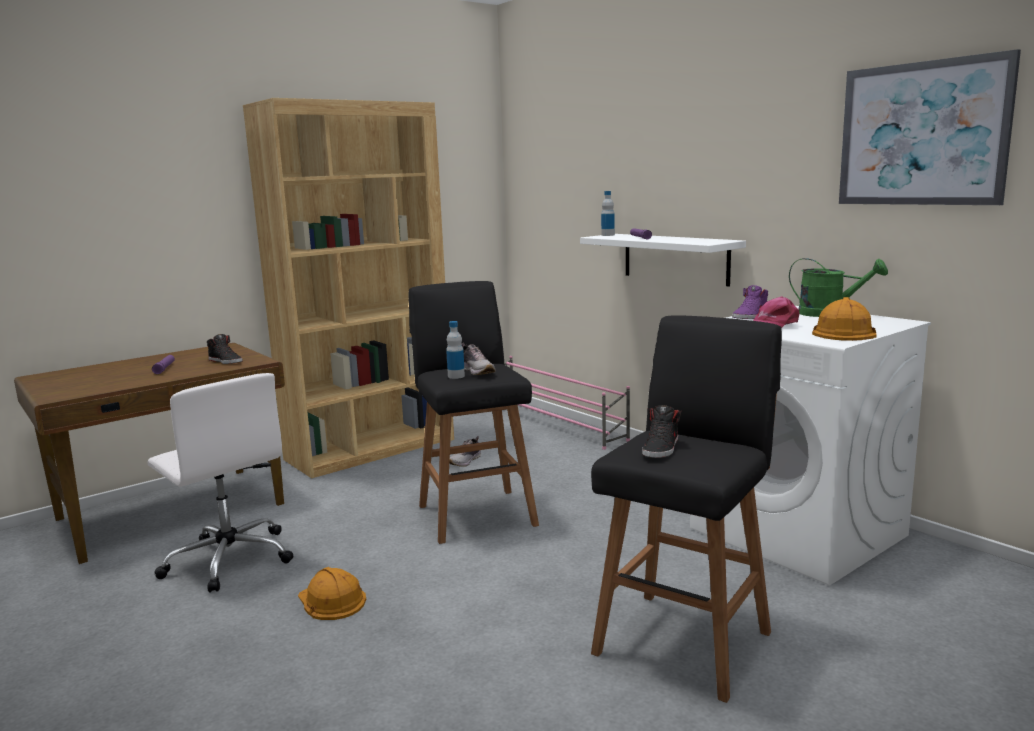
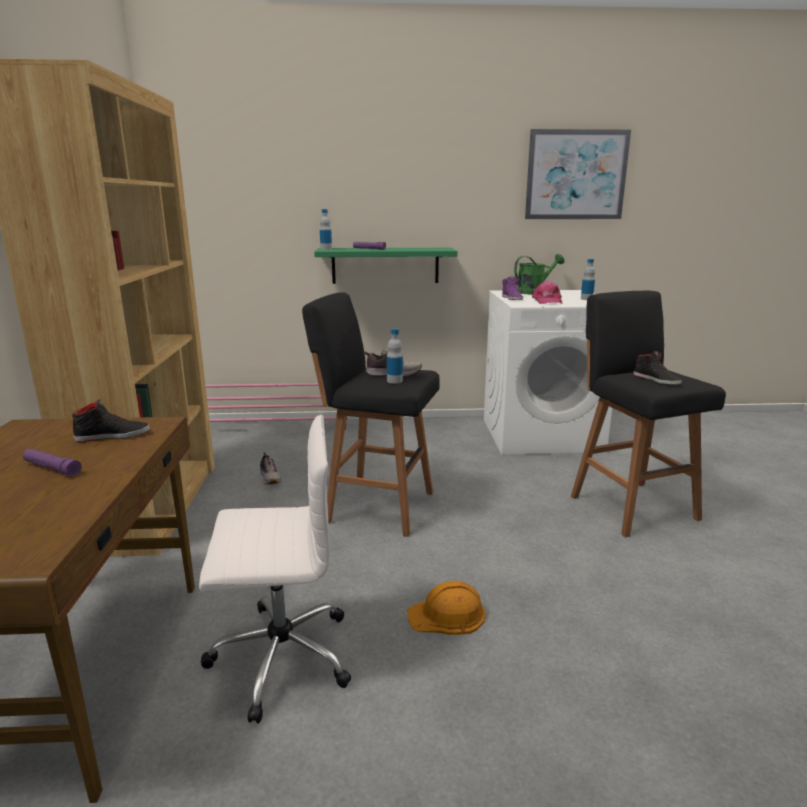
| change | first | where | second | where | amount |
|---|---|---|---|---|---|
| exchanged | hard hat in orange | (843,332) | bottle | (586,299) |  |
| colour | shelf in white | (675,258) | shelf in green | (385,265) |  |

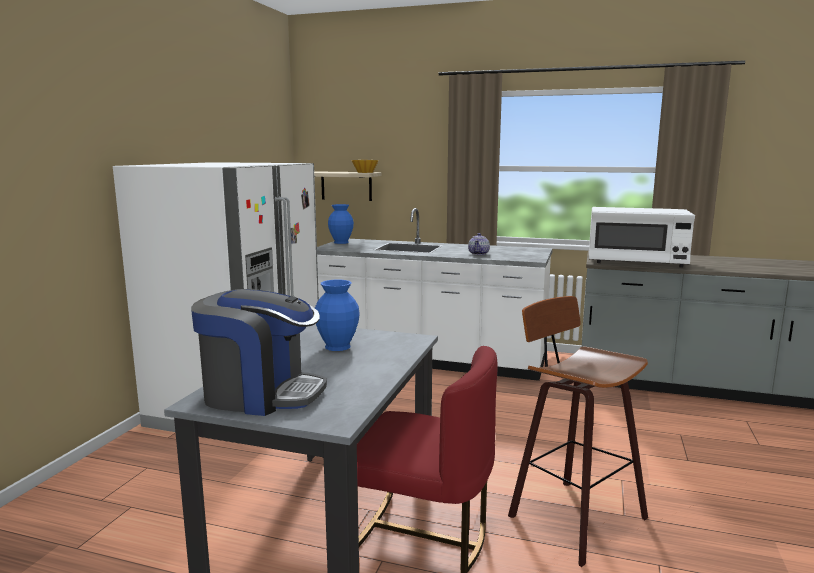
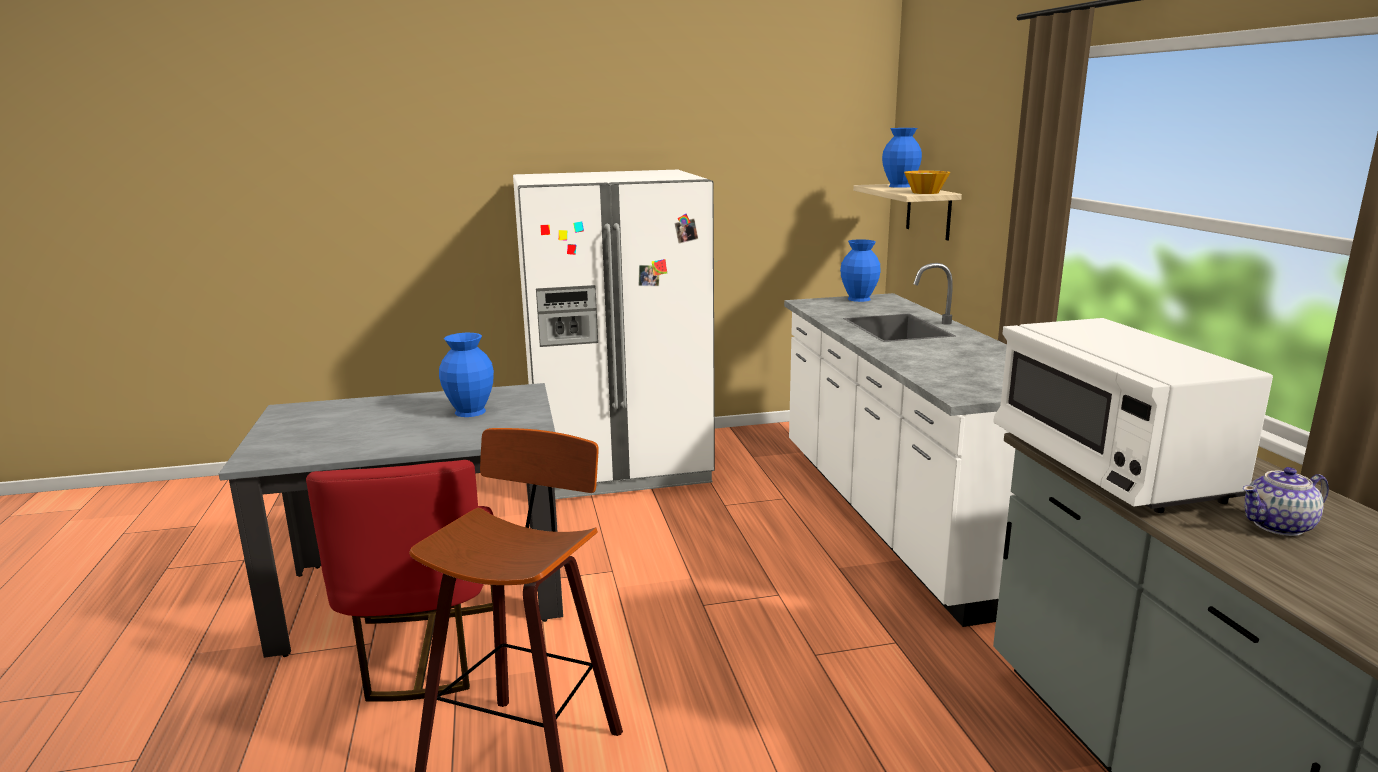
| change | first | where | second | where | amount |
|---|---|---|---|---|---|
| missing | coffee machine | (261,394) |  |  |  |
| appeared |  |  | vase in blue | (900,186) |  |
| relocated | teapot | (479,253) |  | (1279,526) |  |

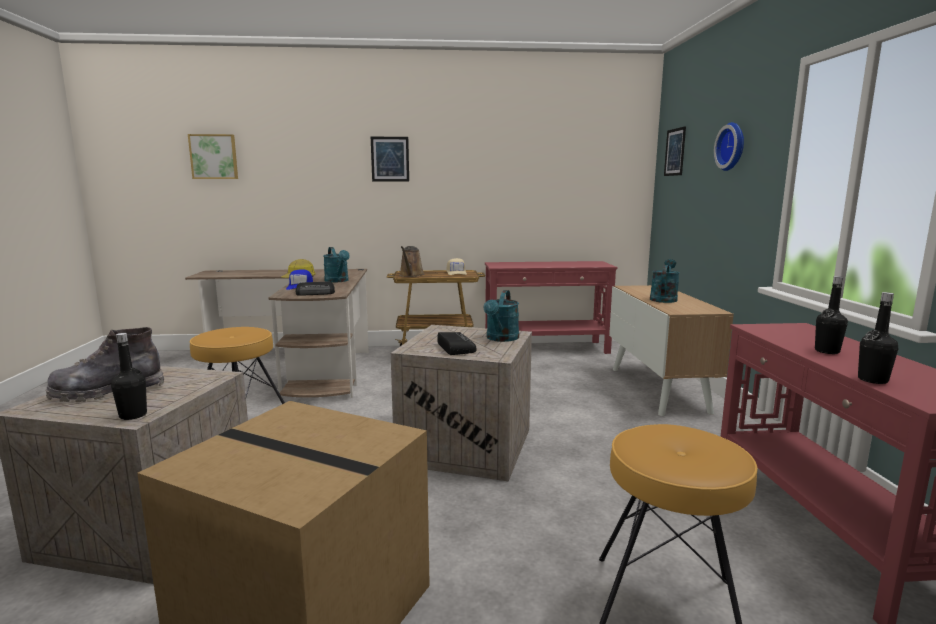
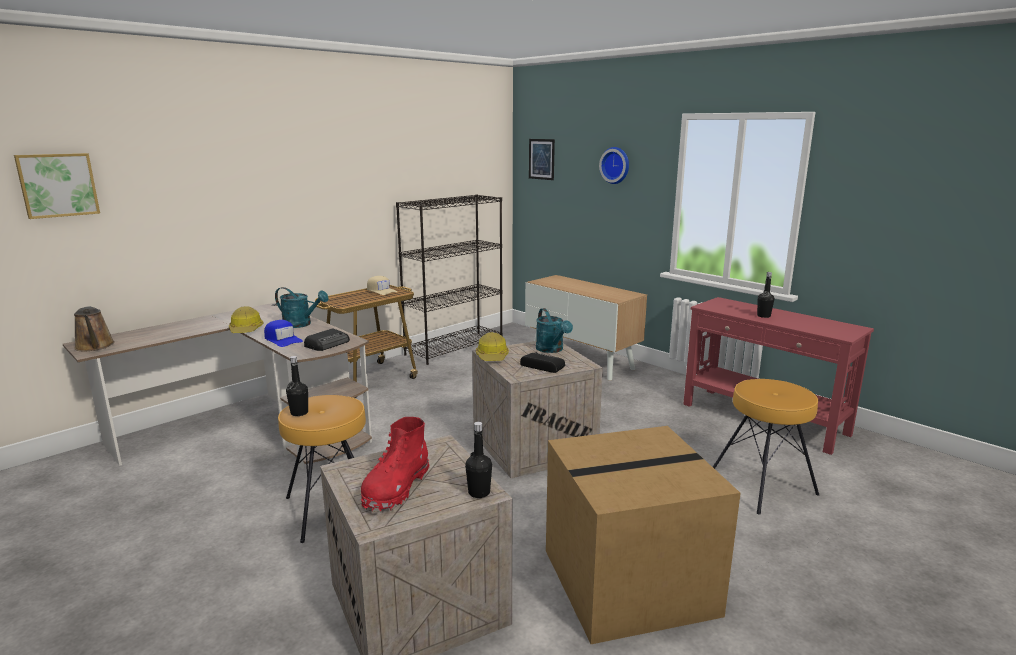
| change | first | where | second | where | amount |
|---|---|---|---|---|---|
| missing | picture | (390,159) |  |  |  |
| missing | watering can in turquoise | (663,298) |  |  |  |
| appeared |  |  | hard hat | (492,357) |  |
| relocated | watering can in brown | (411,275) |  | (95,346) |  |
| relocated | bottle in black | (872,380) |  | (299,413) |  |
| exchanged | console table in red | (546,349) | bookcase in black | (455,347) |  |
| colour | boot in grey | (108,392) | boot in red | (396,489) |  |

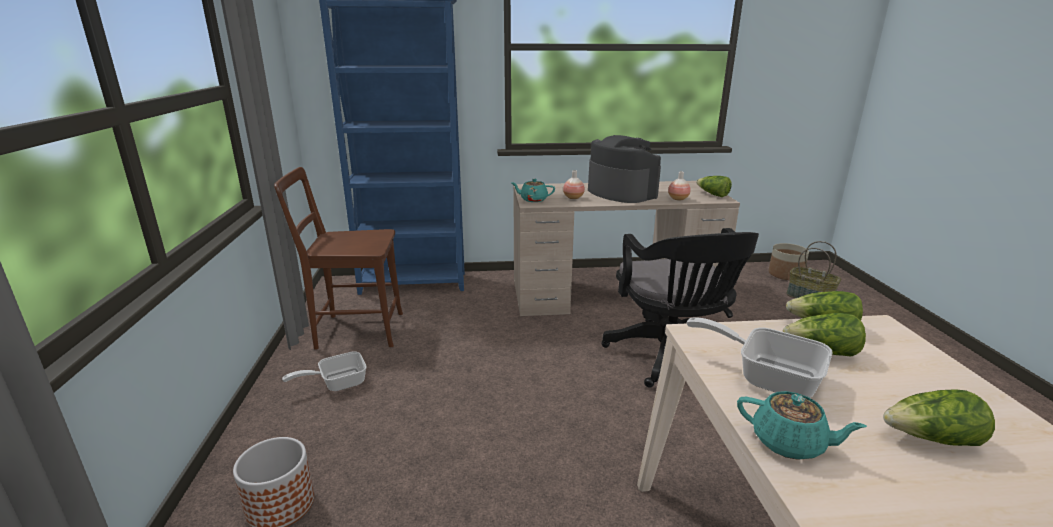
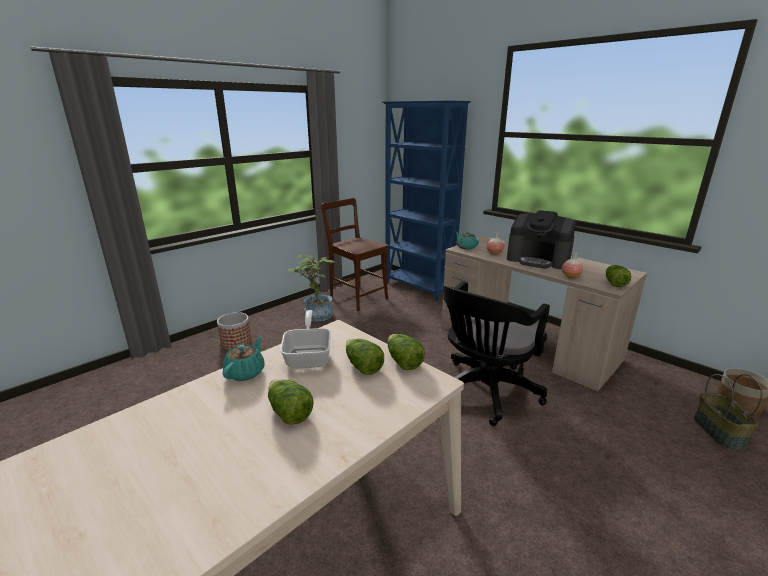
| change | first | where | second | where | amount |
|---|---|---|---|---|---|
| exchanged | frying pan | (337,383) | potted plant | (315,314) |  |
| spun | coffee machine | (620,192) |  | (538,260) | 105 degrees clockwise |
| spun | teapot in turquoise | (789,443) |  | (246,372) | 150 degrees counterclockwise |

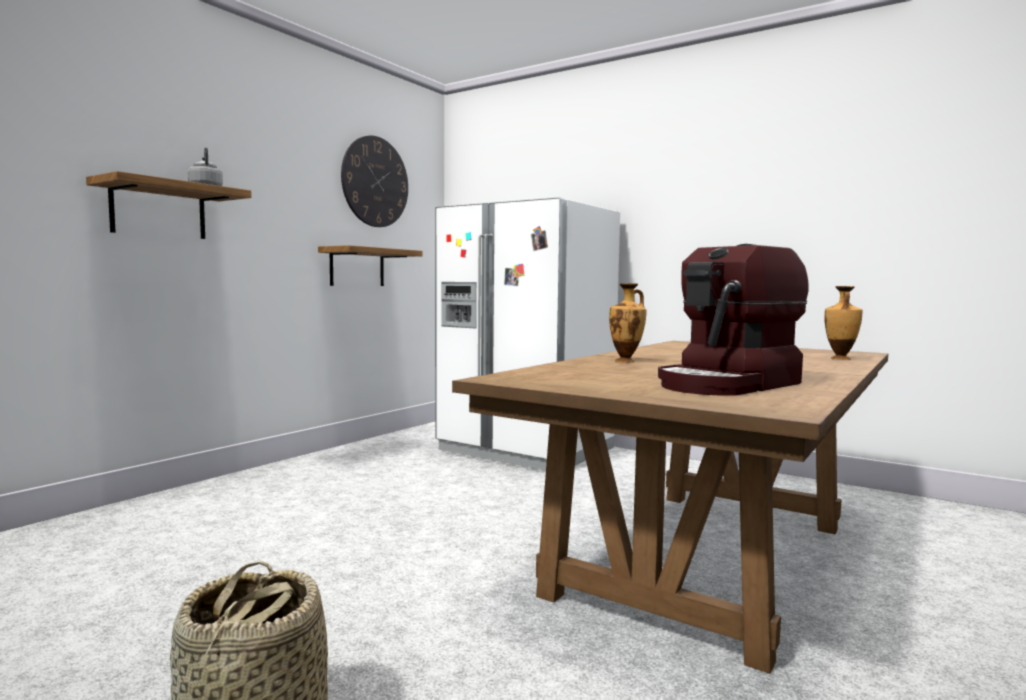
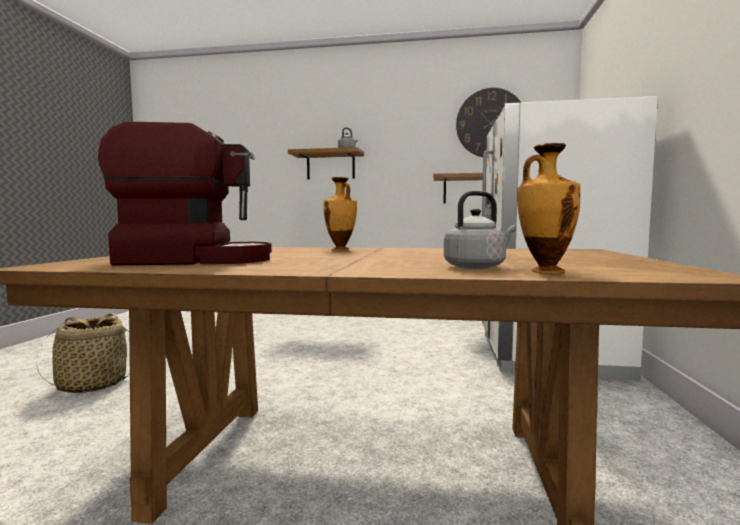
| change | first | where | second | where | amount |
|---|---|---|---|---|---|
| appeared |  |  | kettle in grey | (477,267) |  |
| spun | coffee machine | (729,384) |  | (196,260) | 150 degrees clockwise |

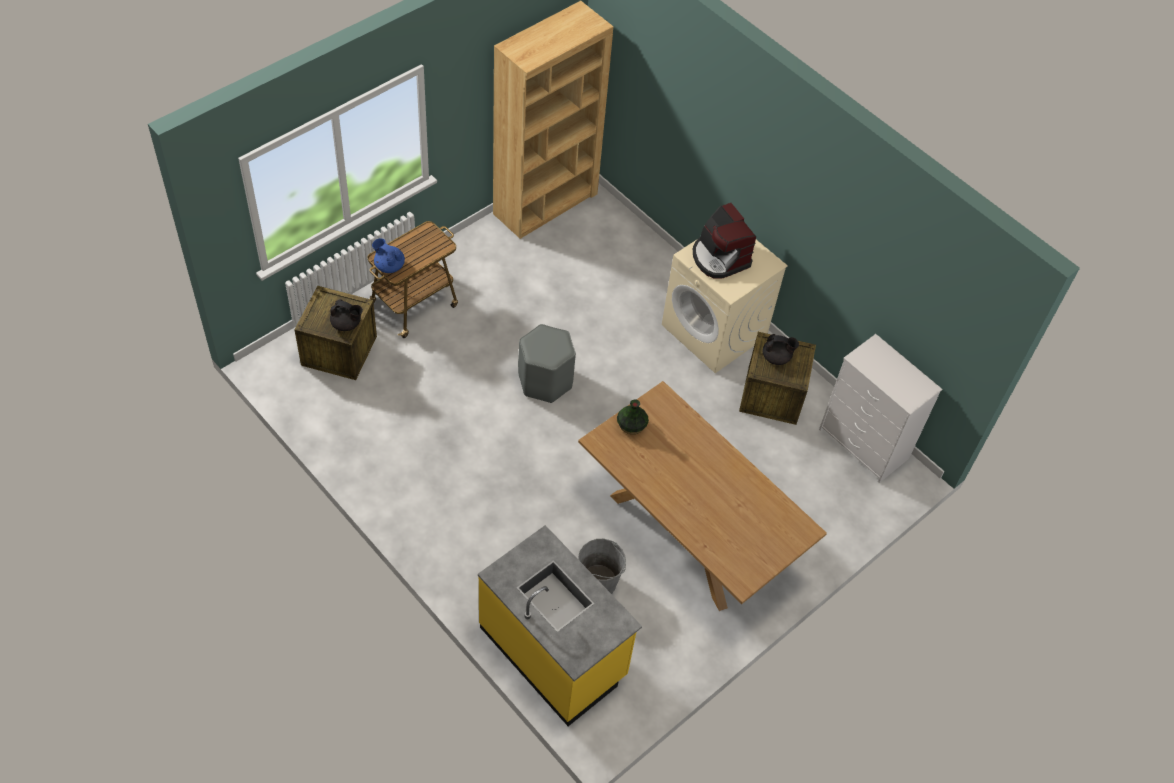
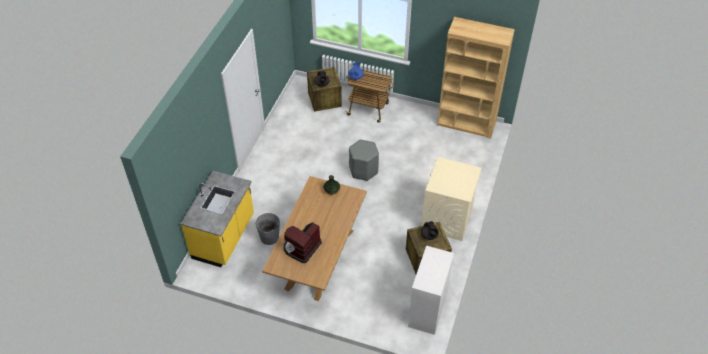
| change | first | where | second | where | amount |
|---|---|---|---|---|---|
| relocated | coffee machine | (719,258) |  | (301,248) |  |

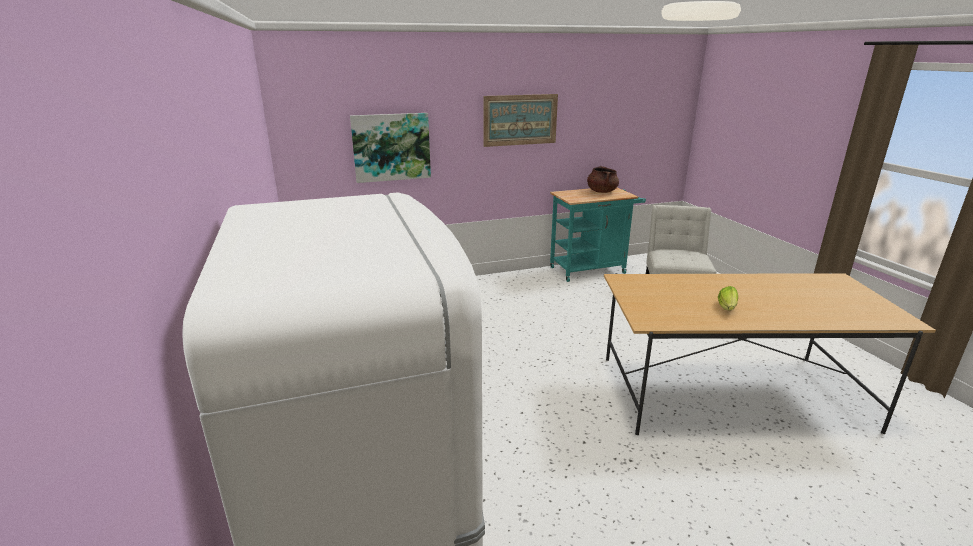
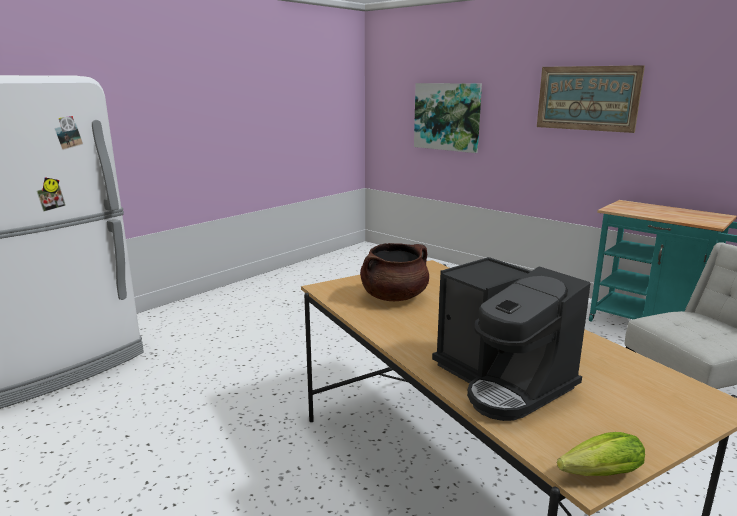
| change | first | where | second | where | amount |
|---|---|---|---|---|---|
| appeared |  |  | coffee machine | (502,381) |  |
| relocated | cooking pot in brown | (601,191) |  | (394,297) |  |
| relocated | lettuce | (727,308) |  | (596,475) |  |

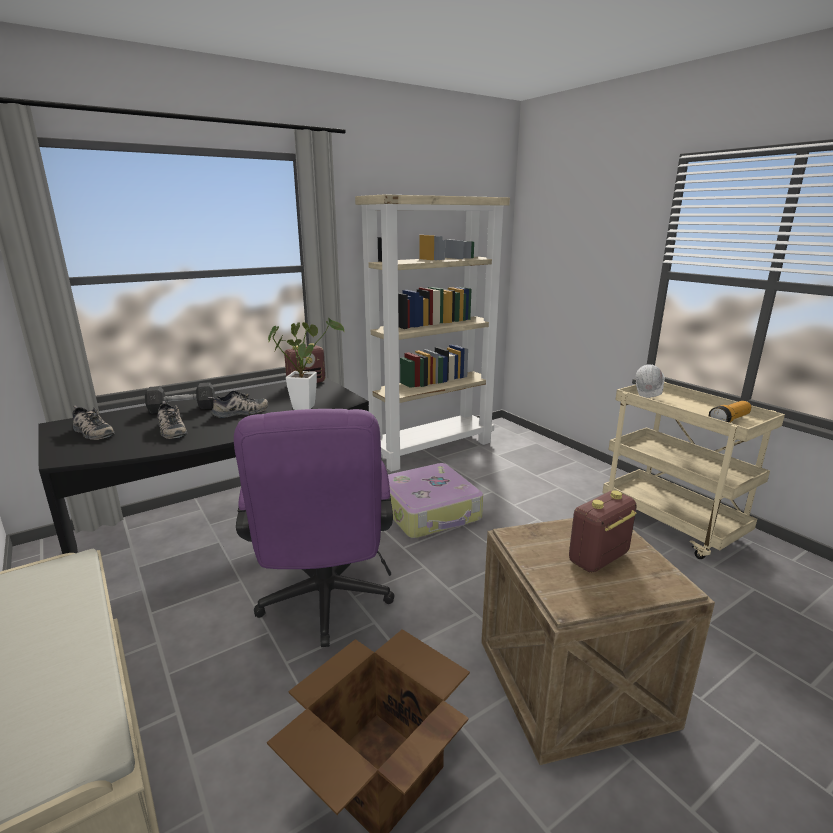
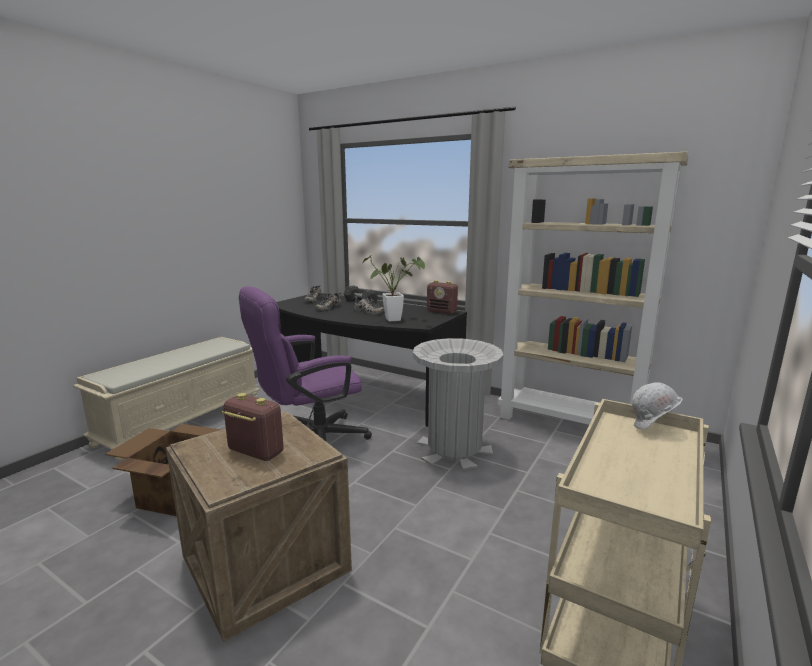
| change | first | where | second | where | amount |
|---|---|---|---|---|---|
| missing | flashlight | (729,420) |  |  |  |
| exchanged | suitcase | (430,512) | trash can in grey | (454,449) |  |

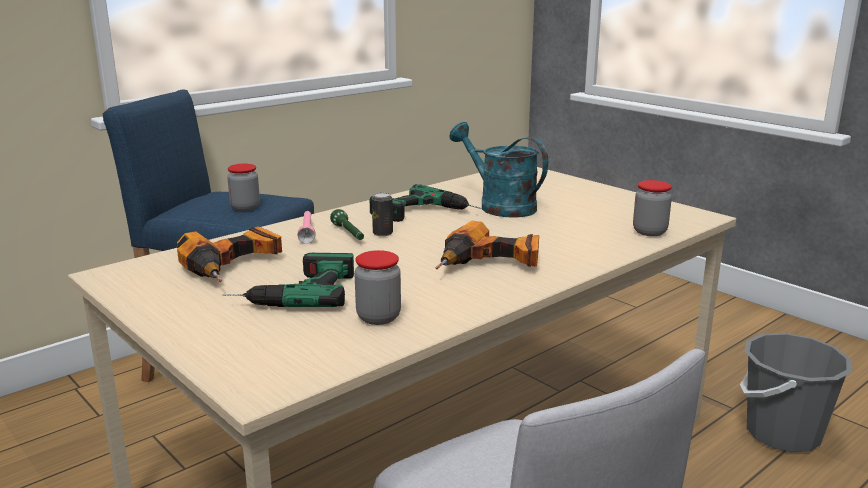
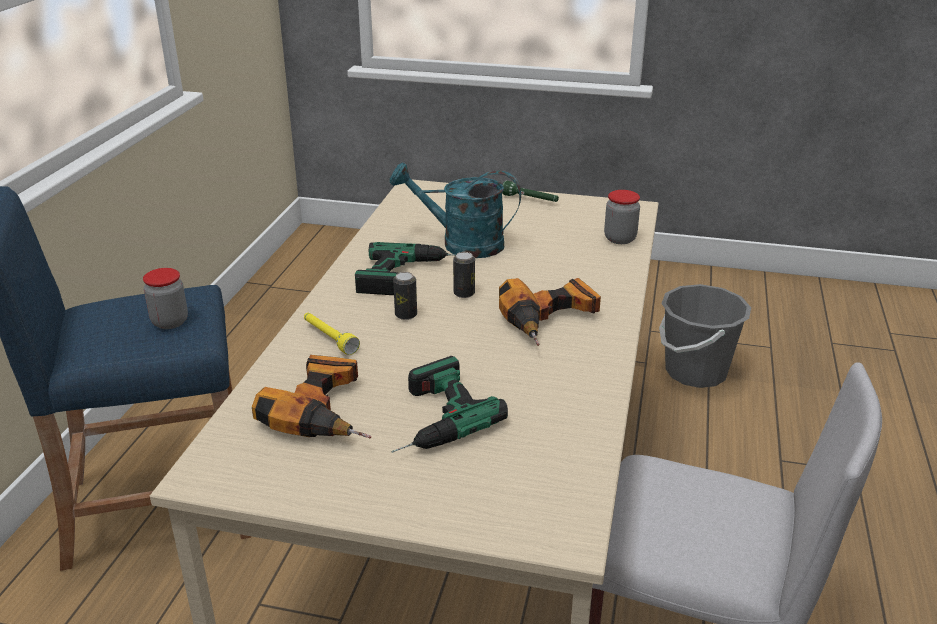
| change | first | where | second | where | amount |
|---|---|---|---|---|---|
| missing | jar | (378,317) |  |  |  |
| appeared |  |  | can | (464,293) |  |
| relocated | flashlight in green | (349,234) |  | (530,200) |  |
| colour | flashlight in pink | (307,232) | flashlight in yellow | (329,338) |  |

